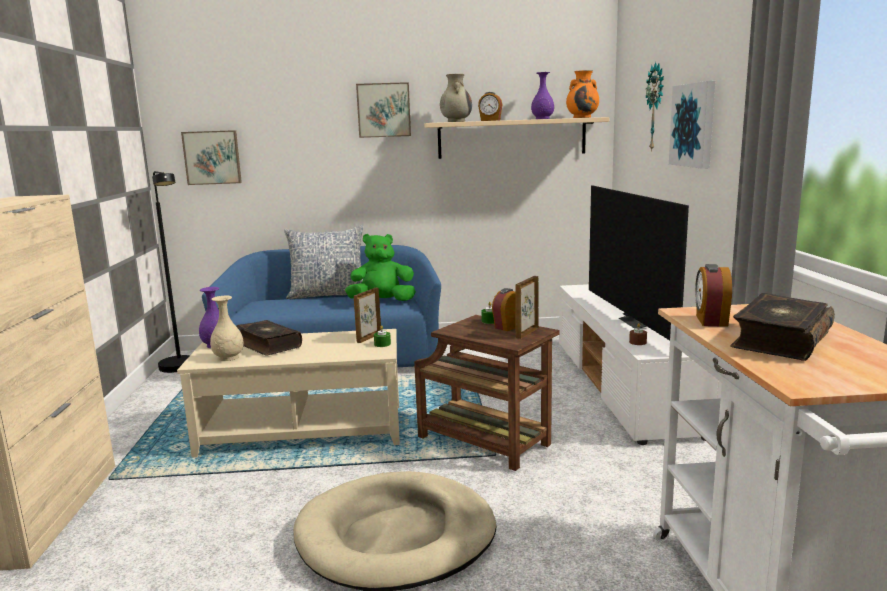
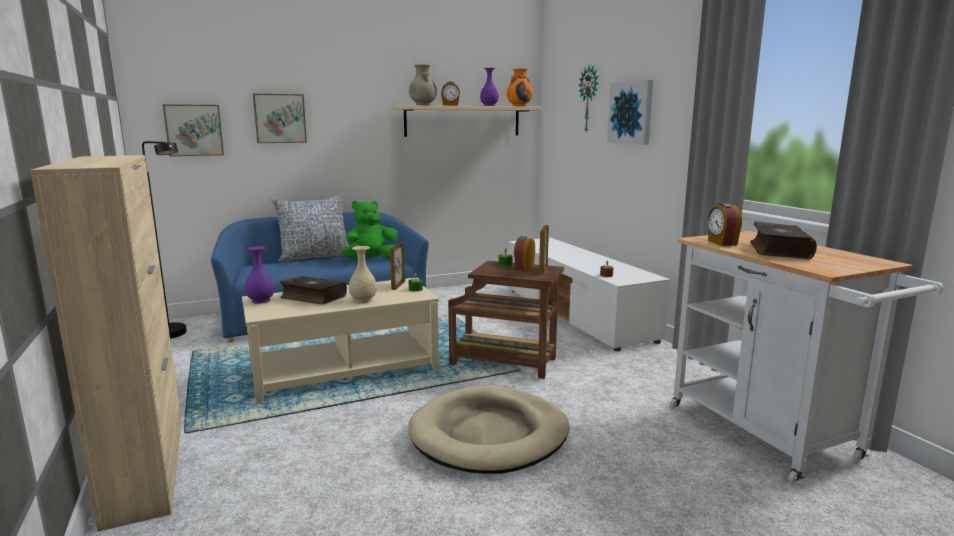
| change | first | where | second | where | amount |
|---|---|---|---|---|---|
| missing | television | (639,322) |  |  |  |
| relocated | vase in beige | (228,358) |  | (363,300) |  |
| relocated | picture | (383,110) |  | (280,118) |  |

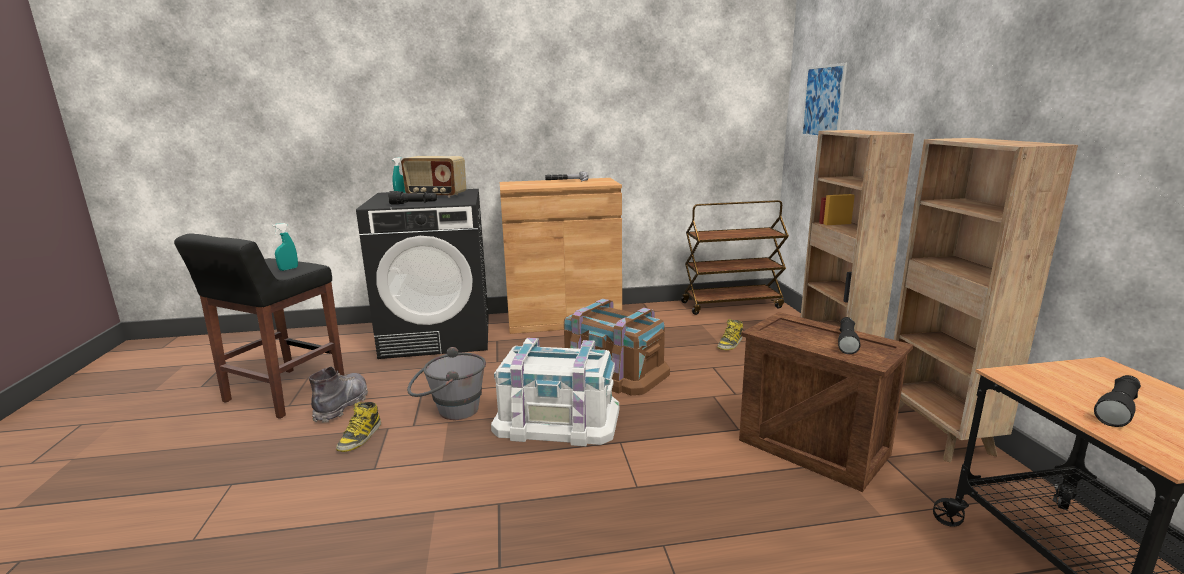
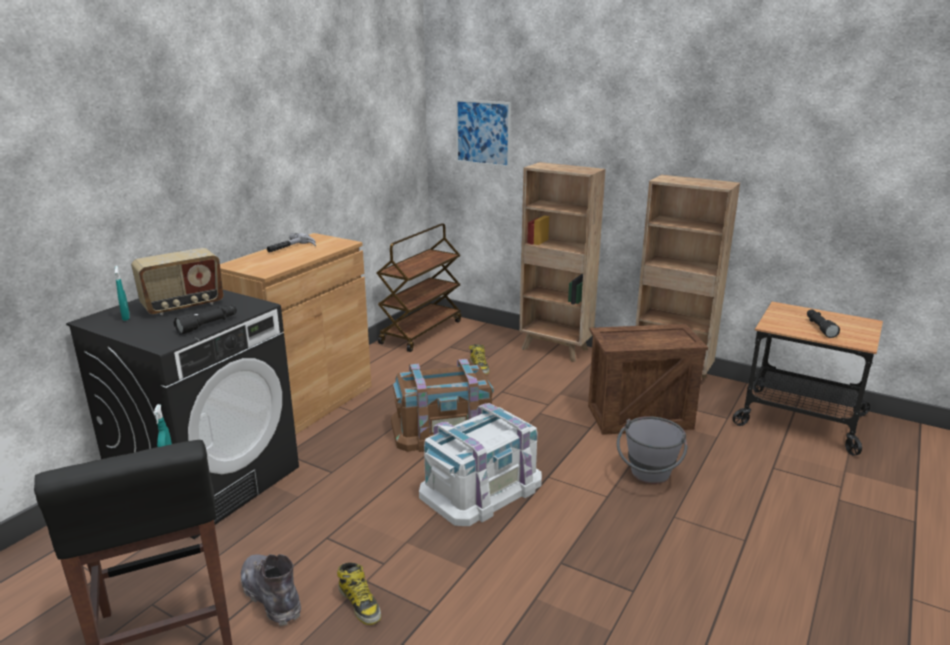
| change | first | where | second | where | amount |
|---|---|---|---|---|---|
| missing | flashlight in black | (846,341) |  |  |  |
| relocated | bucket in grey | (450,411) |  | (648,477) |  |

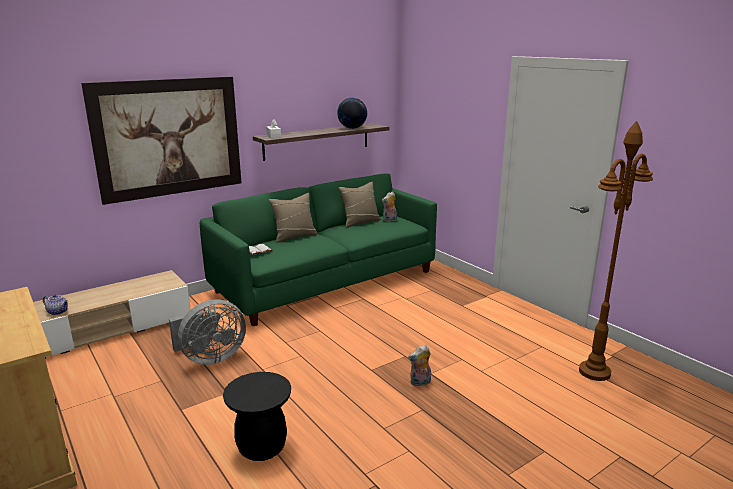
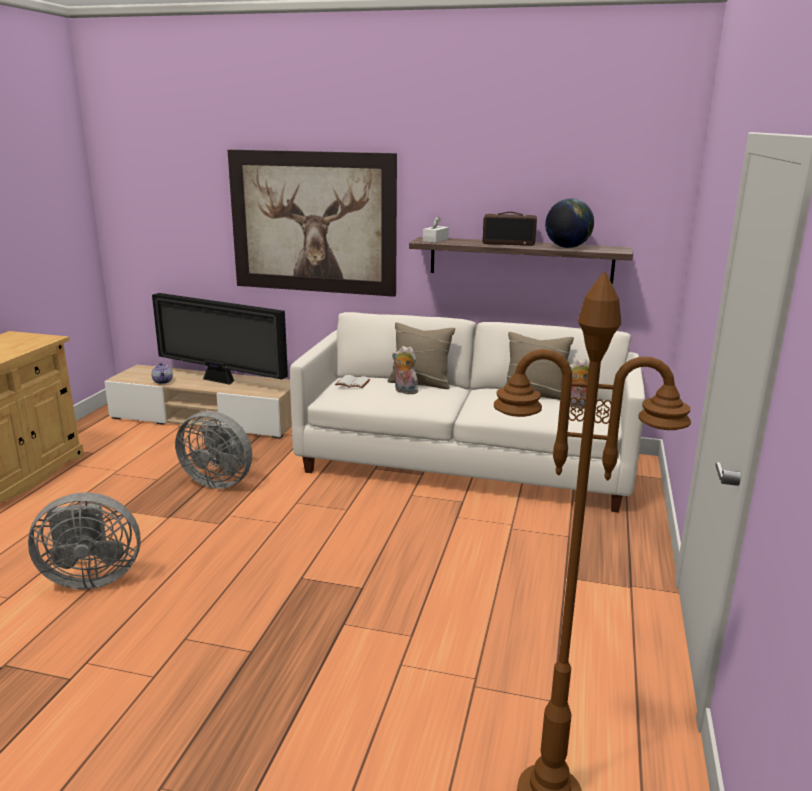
| change | first | where | second | where | amount |
|---|---|---|---|---|---|
| appeared |  |  | television | (221,381) |  |
| appeared |  |  | radio | (509,243) |  |
| relocated | plush toy | (420,383) |  | (404,391) |  |
| exchanged | stool in black | (262,447) | fan in grey | (90,578) |  |
| colour | sofa in green | (326,281) | sofa in white | (465,463) |  |

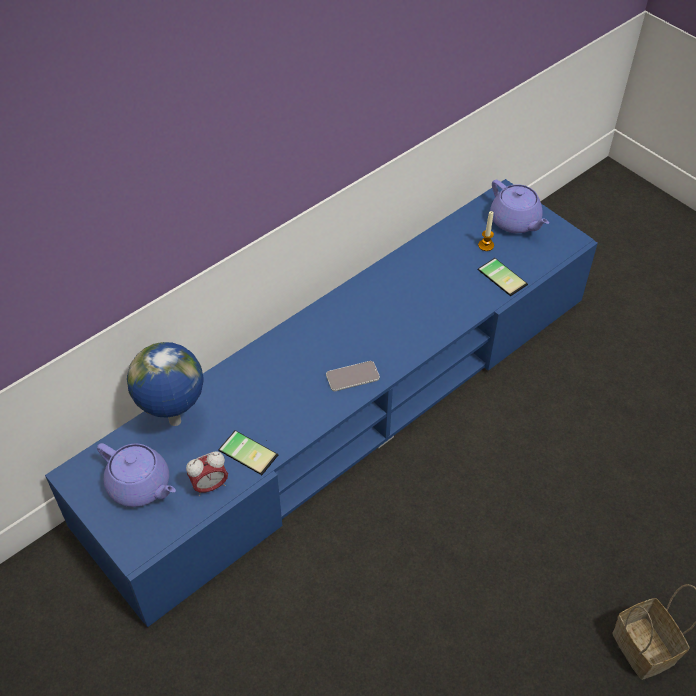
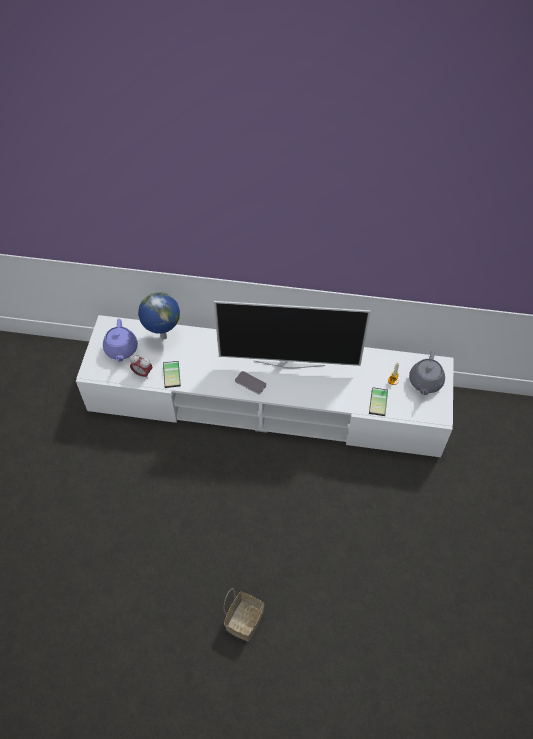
| change | first | where | second | where | amount |
|---|---|---|---|---|---|
| appeared |  |  | television | (289,362) |  |
| colour | tv stand in blue | (348,406) | tv stand in white | (267,401) |  |
| colour | teapot in purple | (515,222) | teapot in grey | (425,382) |  |

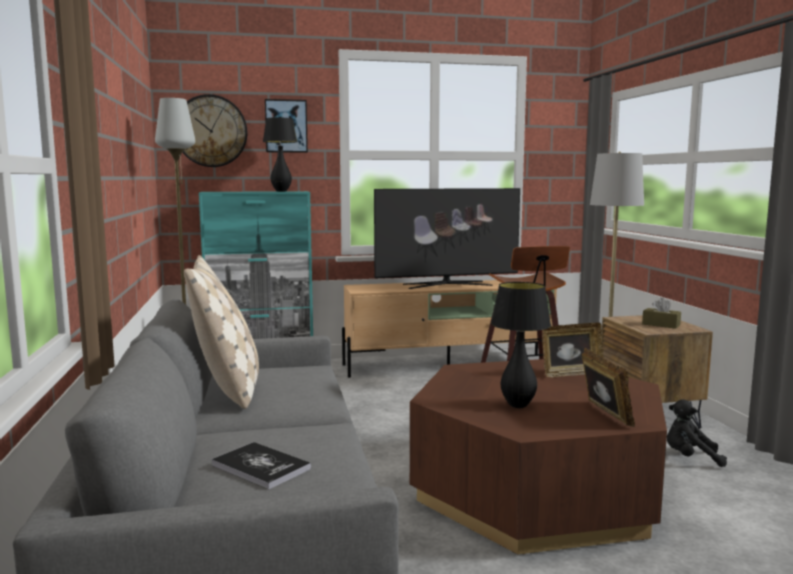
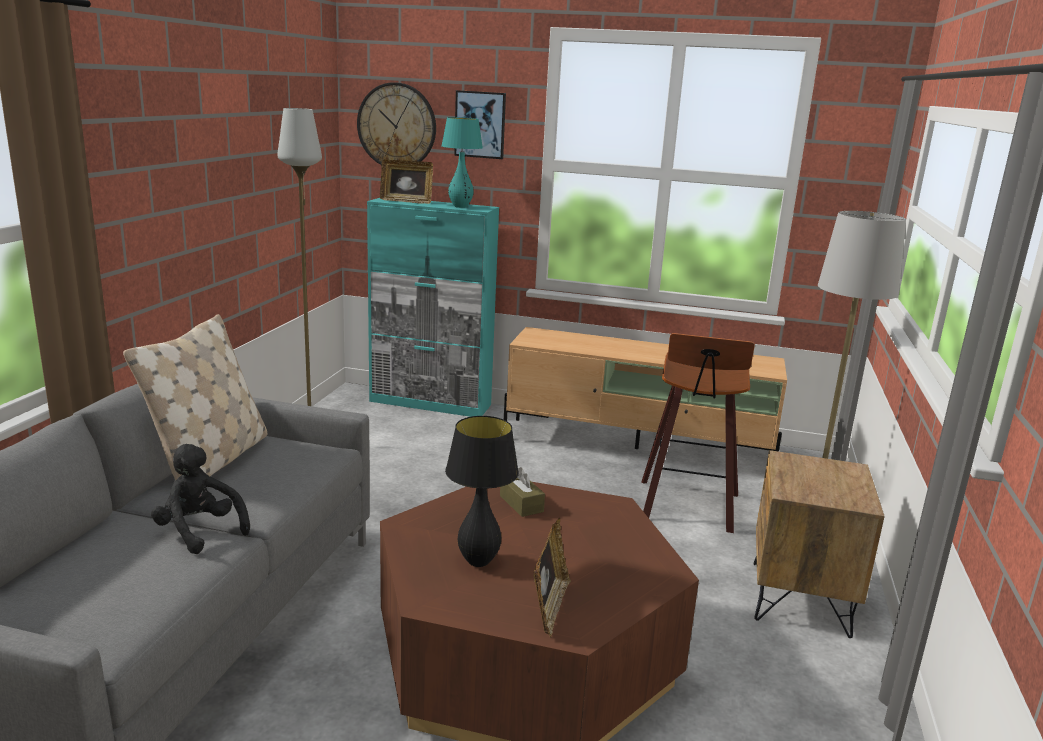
| change | first | where | second | where | amount |
|---|---|---|---|---|---|
| missing | book | (261,467) |  |  |  |
| missing | television | (446,285) |  |  |  |
| relocated | picture frame | (571,373) |  | (406,201) |  |
| relocated | tissue box in brown | (661,325) |  | (521,503) |  |
| relocated | plush toy in black | (690,458) |  | (199,531) |  |
| colour | table lamp in black | (281,191) | table lamp in turquoise | (460,207) |  |

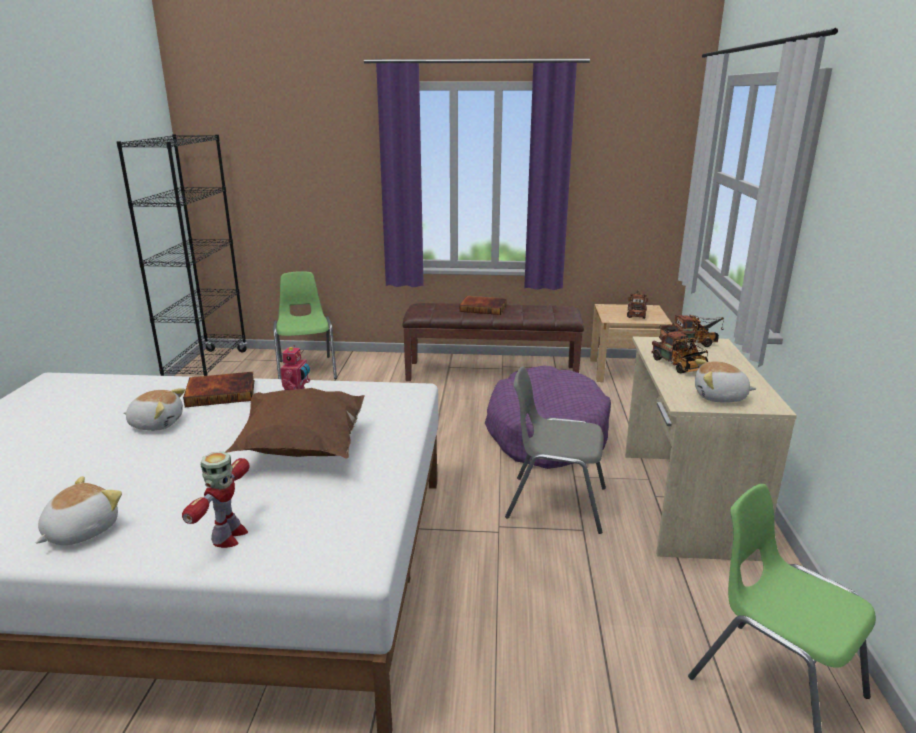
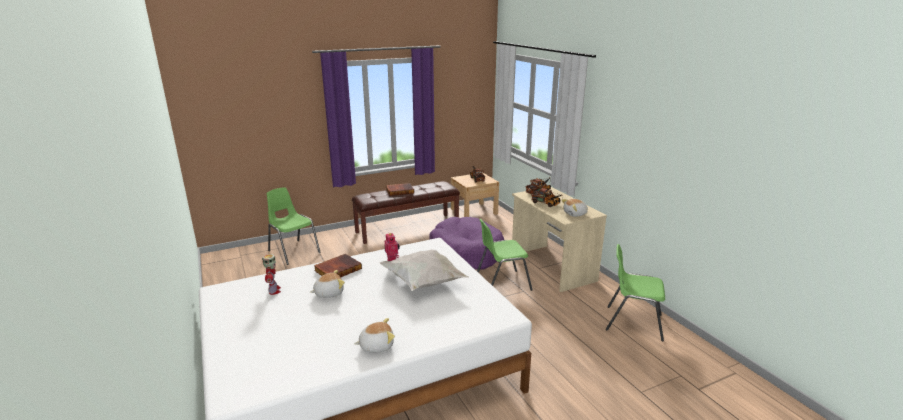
| change | first | where | second | where | amount |
|---|---|---|---|---|---|
| missing | bookcase in black | (207,369) |  |  |  |
| relocated | toy robot | (228,537) |  | (274,290) |  |
| colour | pillow in brown | (302,450) | pillow in white | (424,283) |  |
| colour | chair in grey | (555,503) | chair in green | (501,283) |  |
| spun | plush toy | (80,531) |  | (376,345) | 75 degrees clockwise |

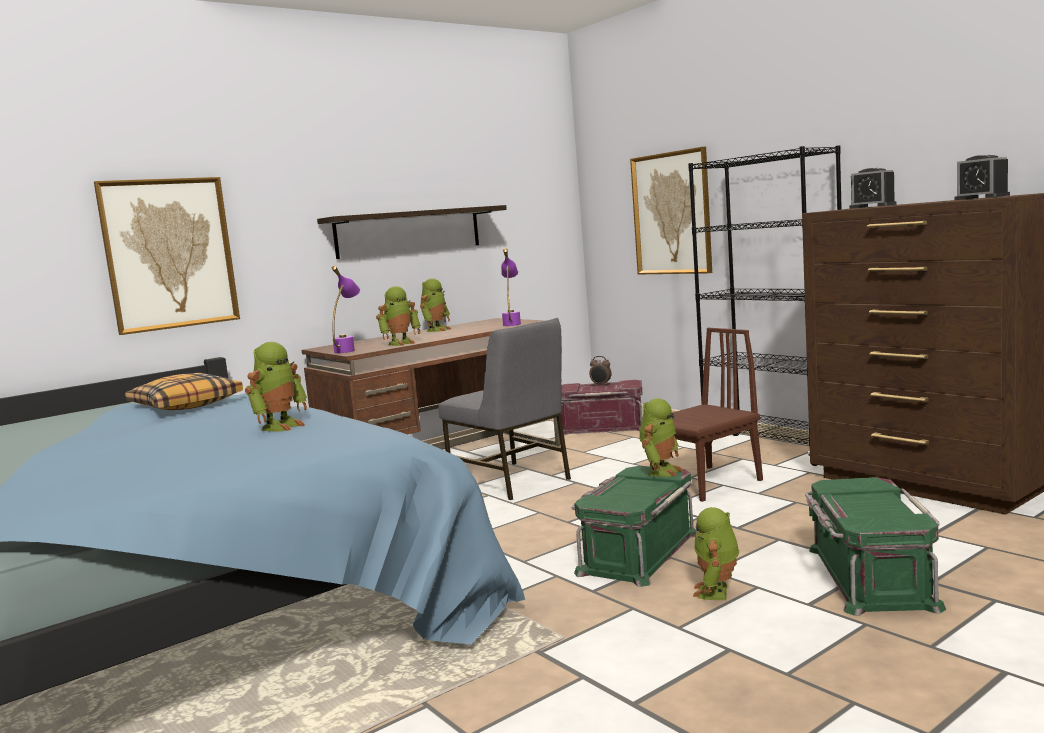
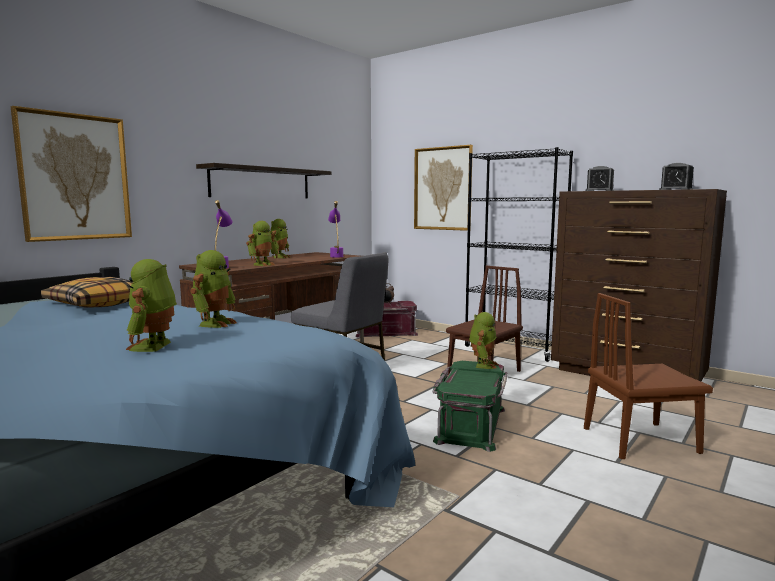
| change | first | where | second | where | amount |
|---|---|---|---|---|---|
| relocated | toy robot | (717,592) |  | (154,346) |  |
| exchanged | storage box in green | (868,577) | chair in brown | (640,440) |  |

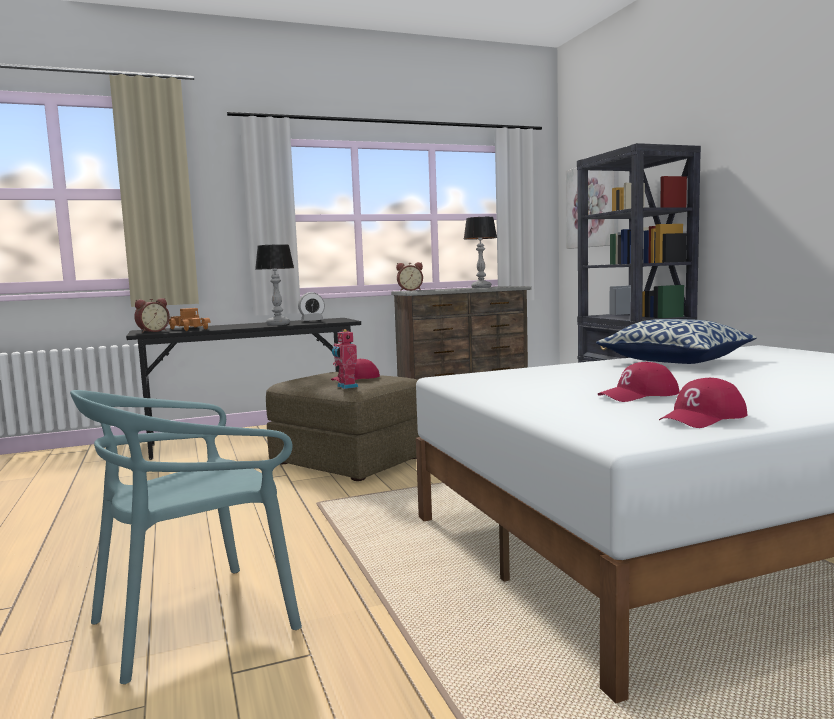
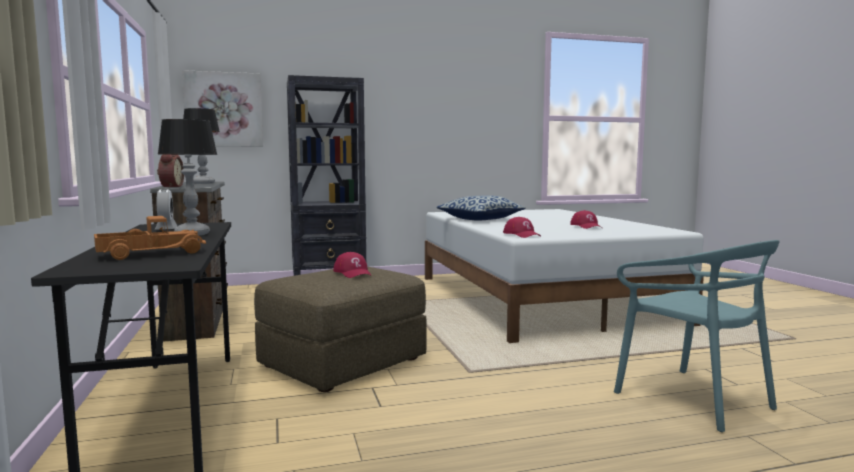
| change | first | where | second | where | amount |
|---|---|---|---|---|---|
| missing | alarm clock | (152,331) |  |  |  |
| missing | toy robot | (346,387) |  |  |  |
| relocated | cap in red | (703,418) |  | (522,235) |  |

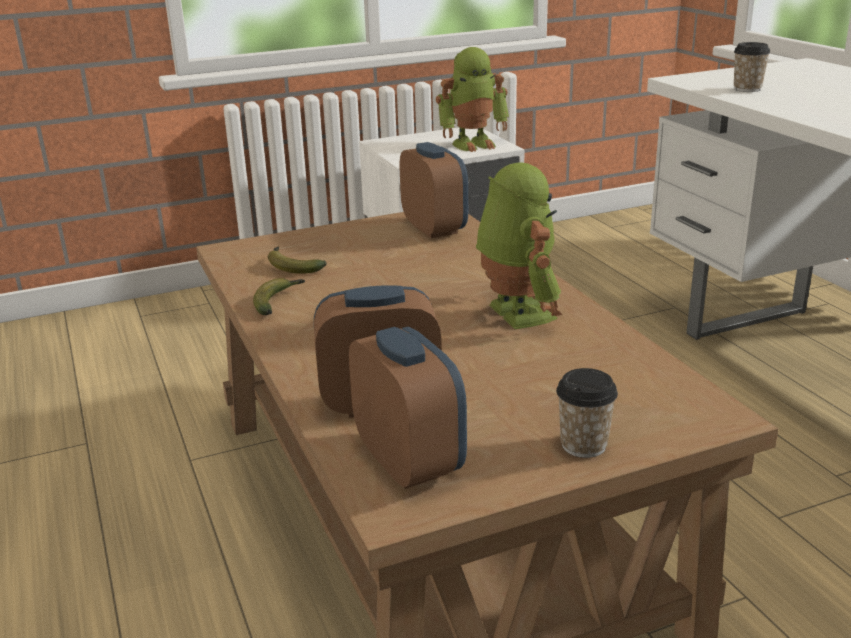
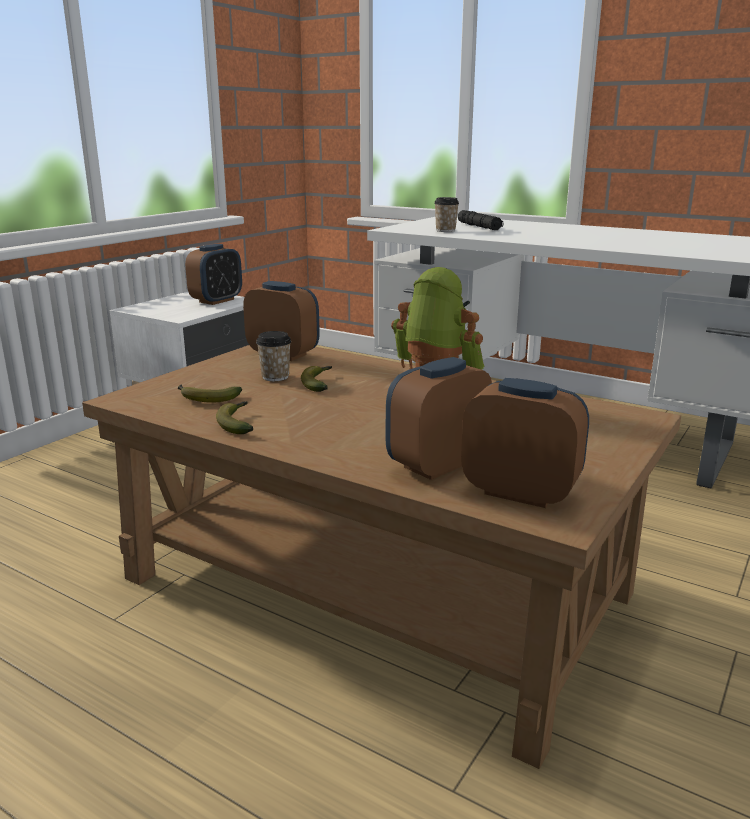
| change | first | where | second | where | amount |
|---|---|---|---|---|---|
| appeared |  |  | banana | (319,383) |  |
| appeared |  |  | flashlight in black | (479,227) |  |
| relocated | cup | (583,445) |  | (275,377) |  |
| exchanged | toy robot | (473,144) | alarm clock | (216,301) |  |

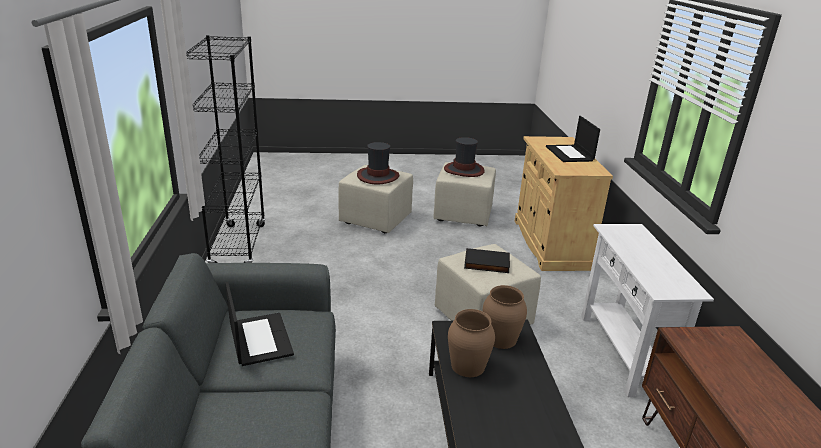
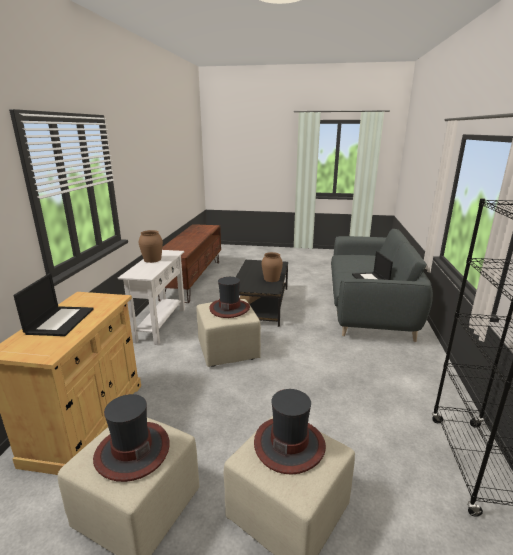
| change | first | where | second | where | amount |
|---|---|---|---|---|---|
| relocated | vase in brown | (500,338) |  | (152,259) |  |
| exchanged | book in black | (486,264) | hat | (229,308) |  |

